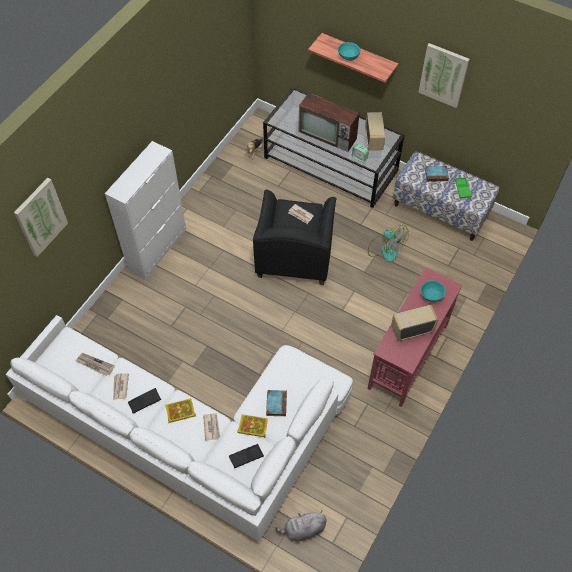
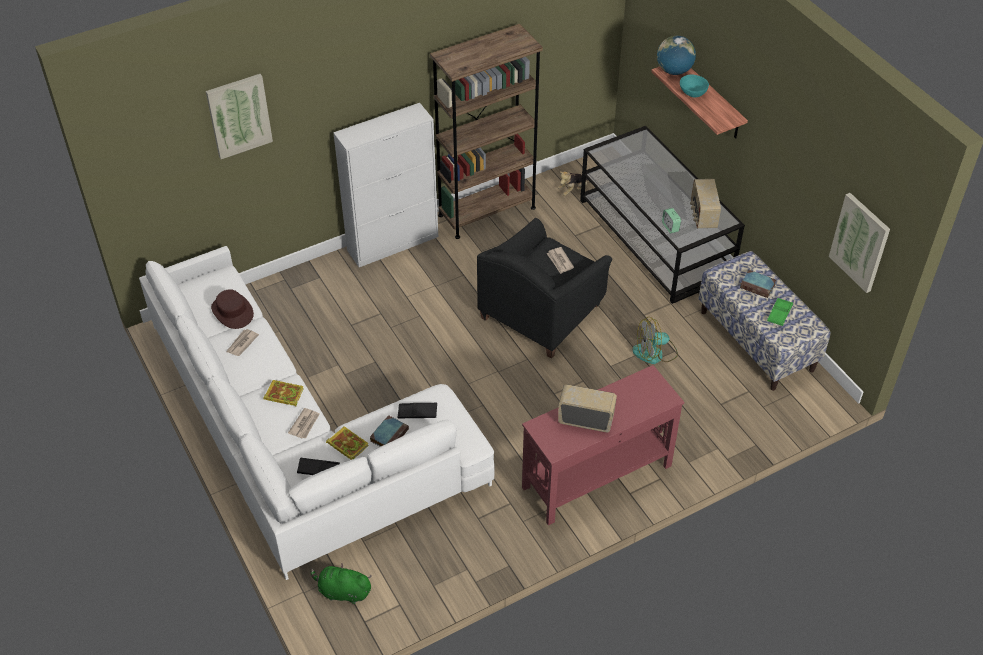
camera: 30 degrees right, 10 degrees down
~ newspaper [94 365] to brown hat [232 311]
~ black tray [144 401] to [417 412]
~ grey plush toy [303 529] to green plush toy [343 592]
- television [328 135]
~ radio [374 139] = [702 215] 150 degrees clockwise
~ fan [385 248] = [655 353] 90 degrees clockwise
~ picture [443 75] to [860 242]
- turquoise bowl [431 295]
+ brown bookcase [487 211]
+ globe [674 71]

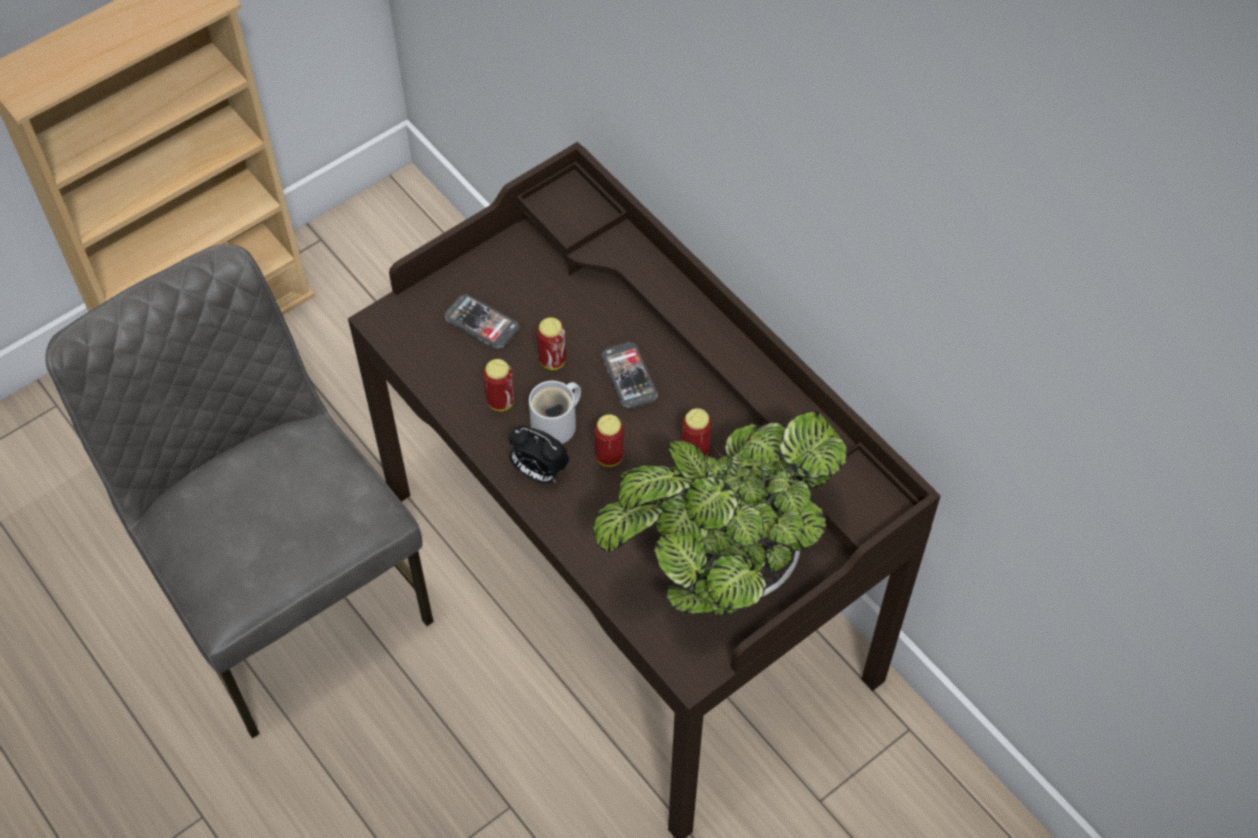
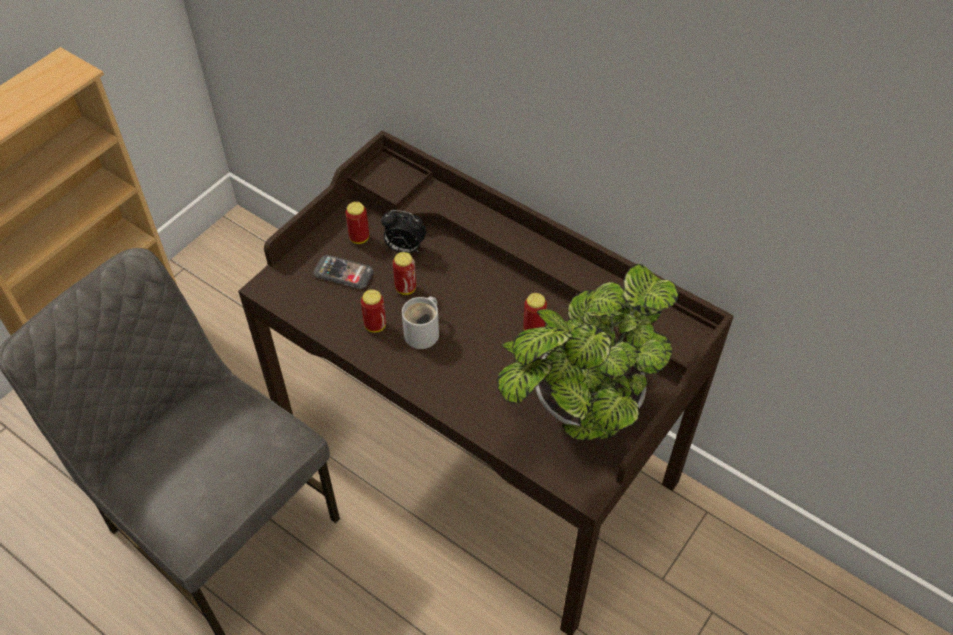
camera: 15 degrees left, 5 degrees down
~ alarm clock [538 472] to [404 249]
~ can [609 456] to [359 238]
- phone [629 377]

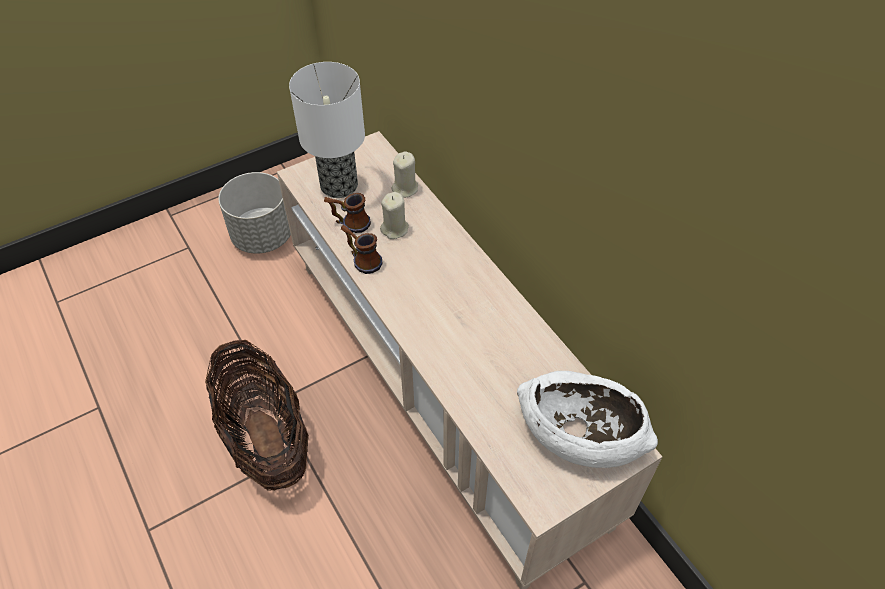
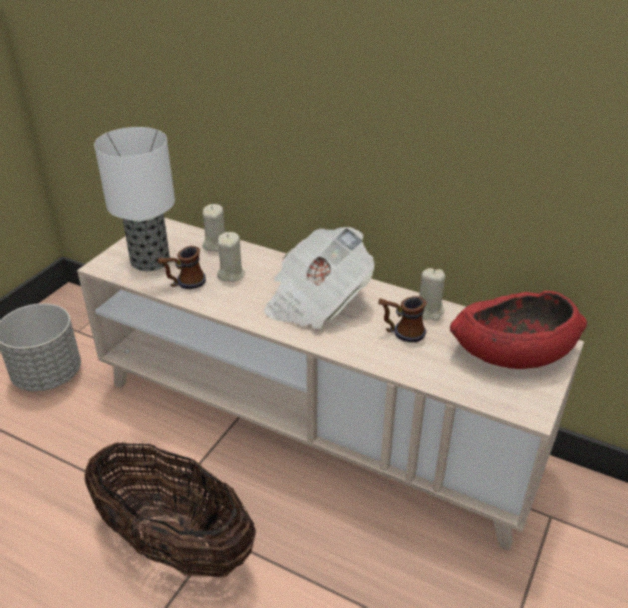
camera: 30 degrees left, 15 degrees down
~ mug [362 259] to [401 332]
~ white bowl [579 433] to red bowl [512 351]
+ newspaper [316 301]
+ beige candle [429 311]

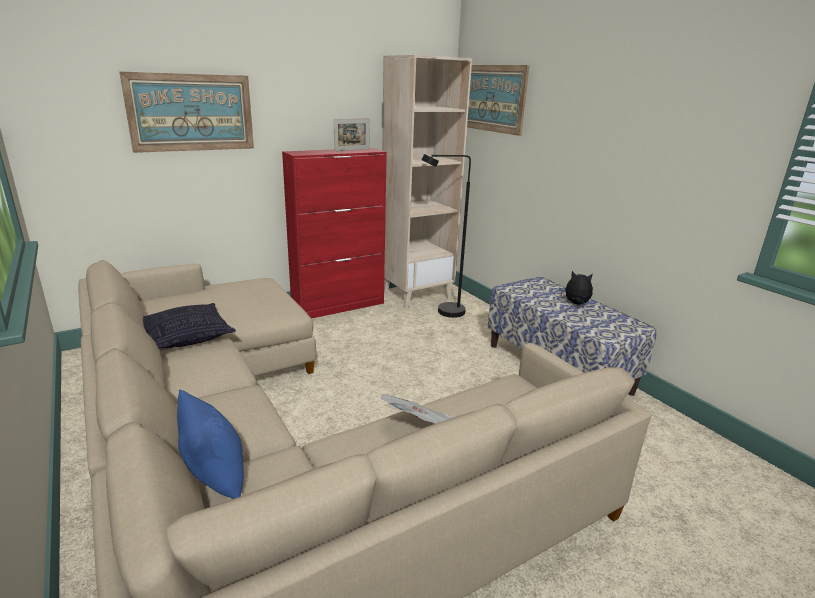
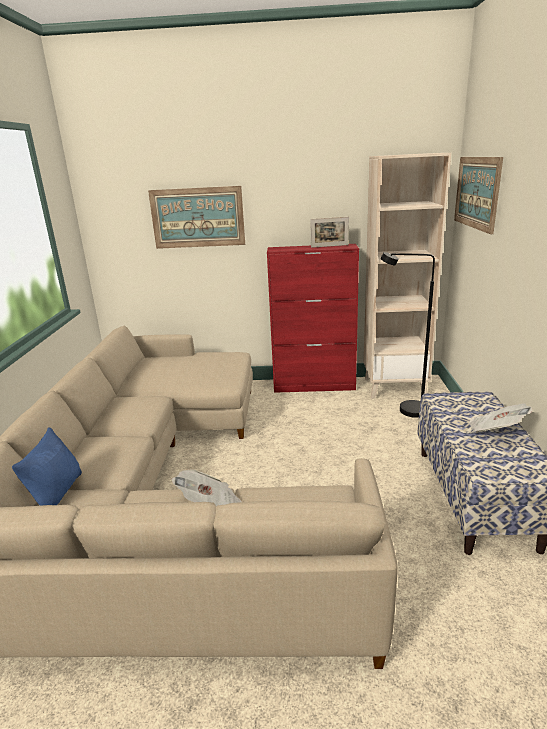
camera: 35 degrees right, 0 degrees up
- pillow [187 337]
~ plush toy [576 304] to newspaper [495 430]

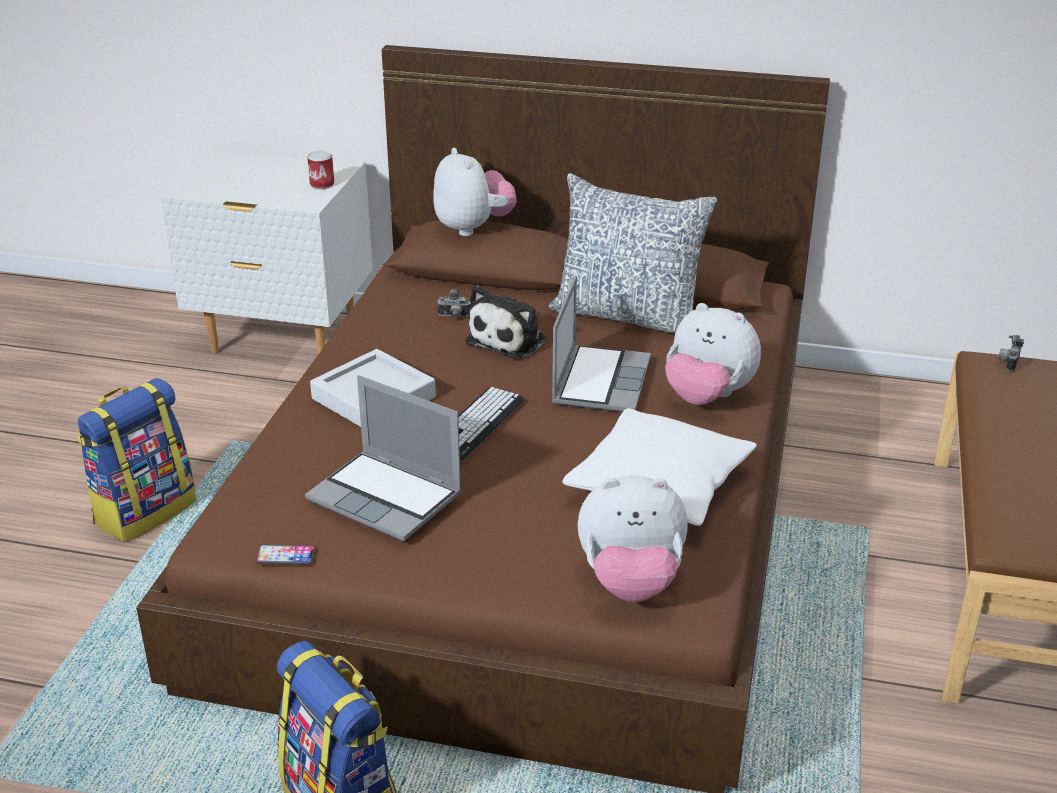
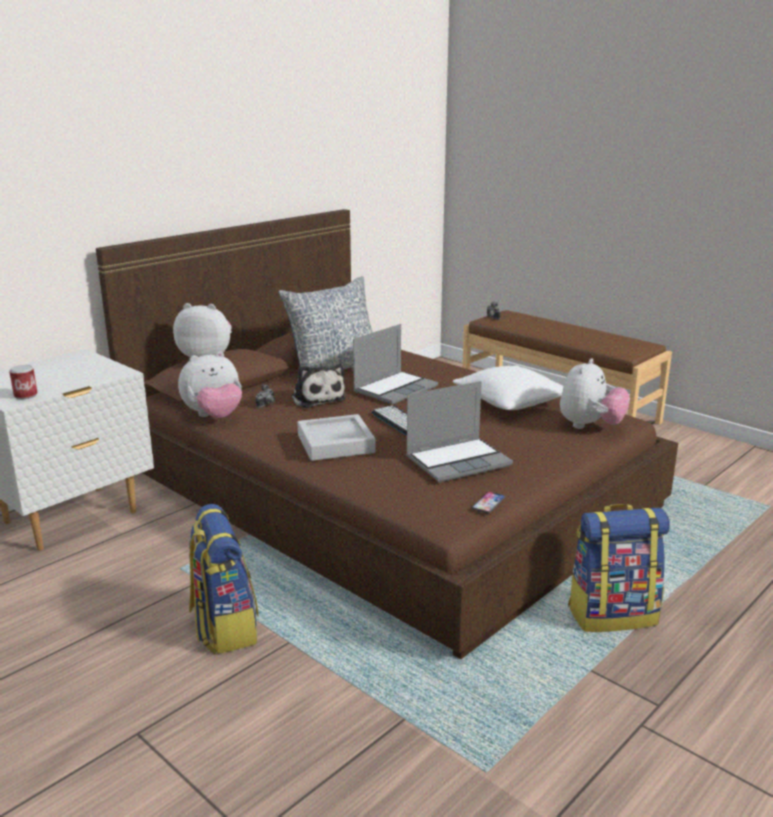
camera: 60 degrees left, 10 degrees down
~ can [322 184] to [25 395]
~ laptop [600 381] = [395 389] 90 degrees clockwise
~ plush toy [707 397] to [214 416]

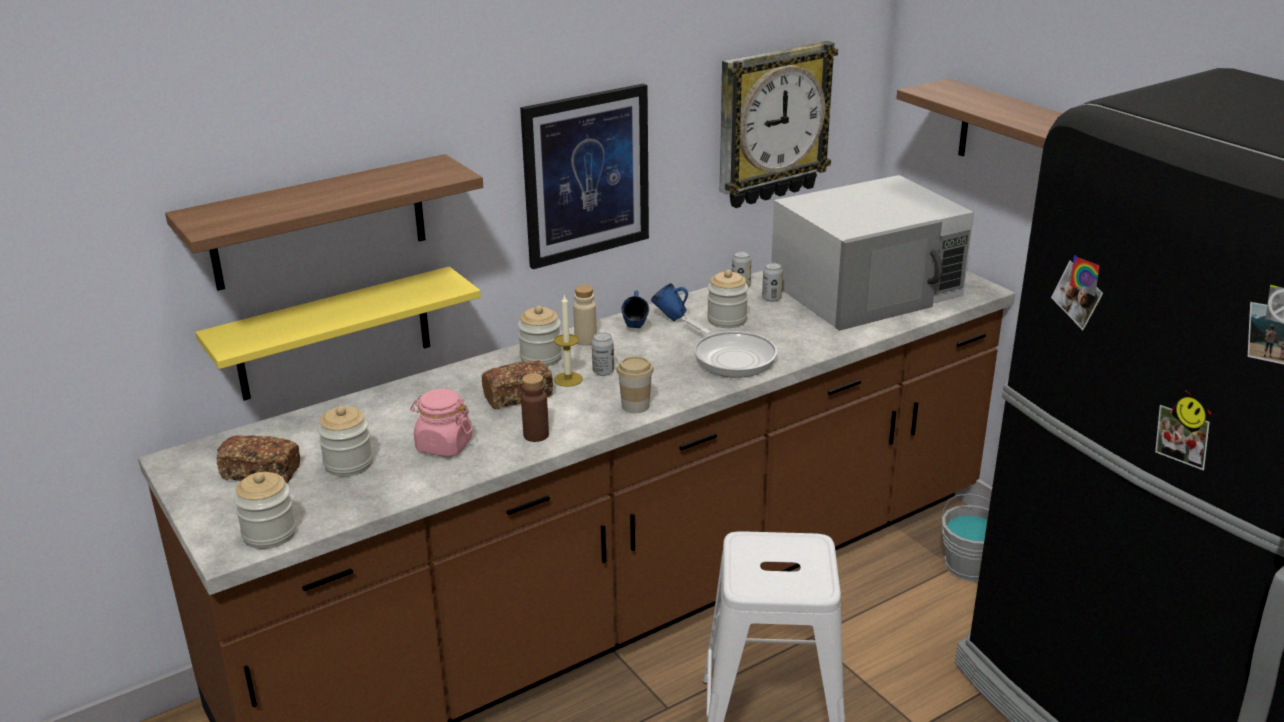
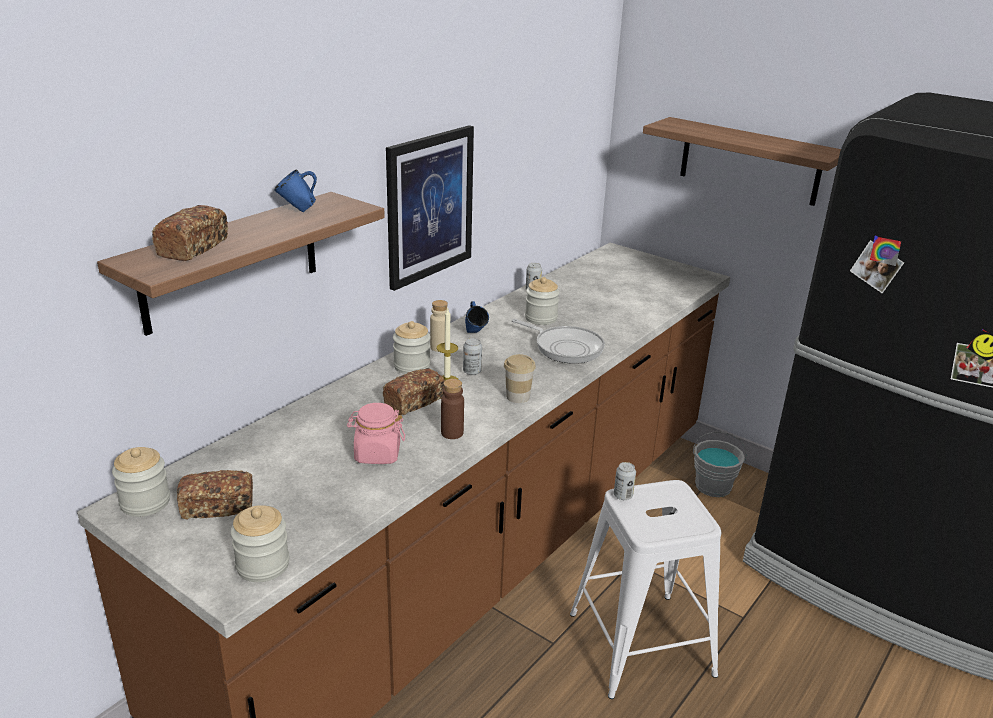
camera: 20 degrees left, 0 degrees up
- yellow shelf [334 334]
~ jar [348 464] to [145 502]
~ blue mug [669 318] to [297 210]
- wall clock [772 124]
~ can [771 298] to [623 496]
- white microwave [867 289]
+ bread [193 248]

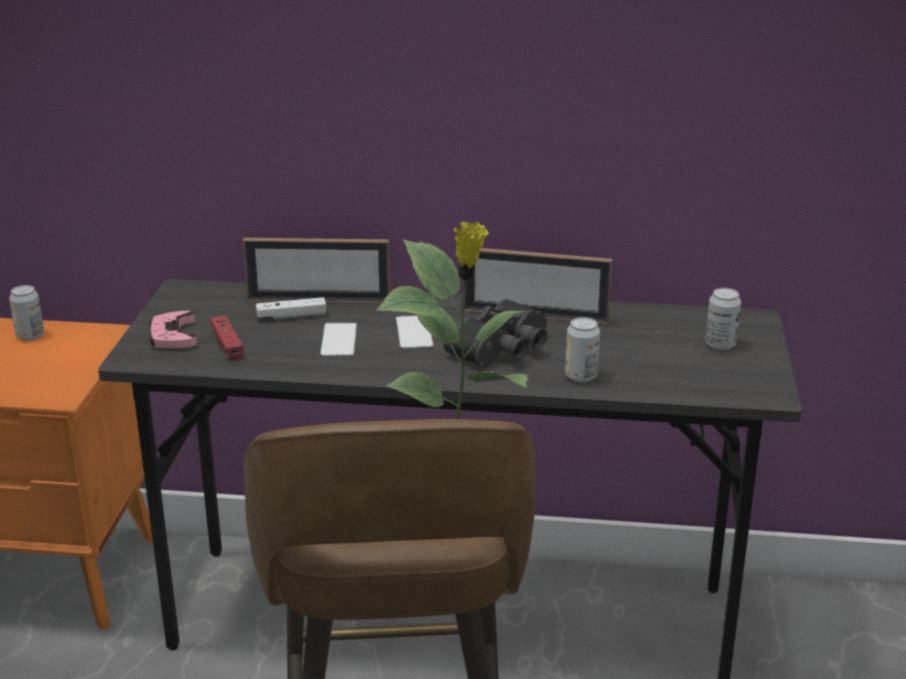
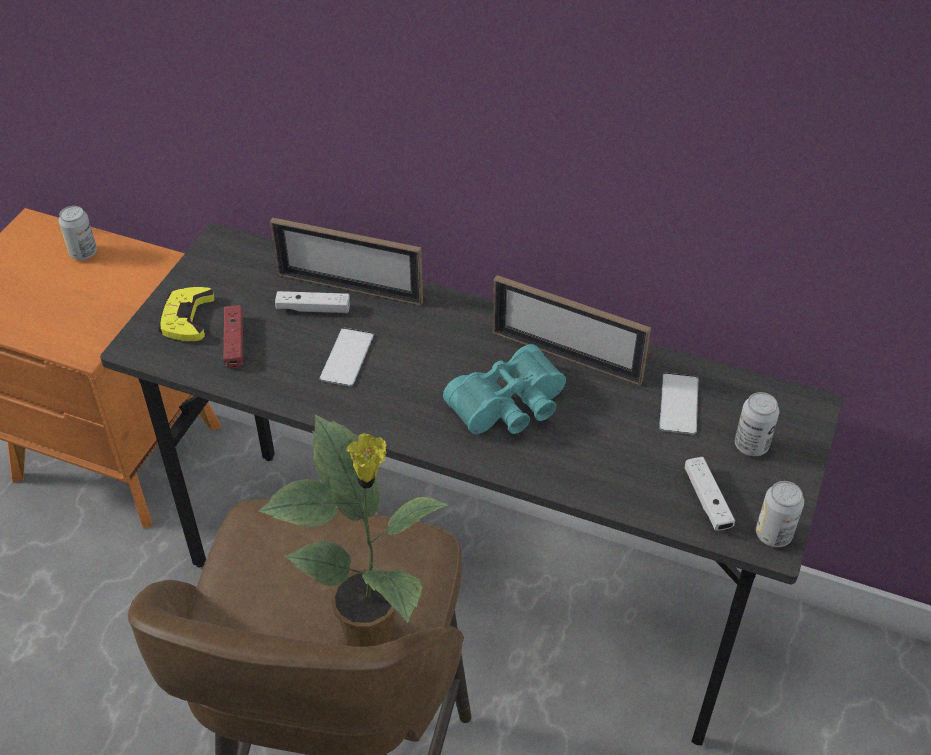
camera: 15 degrees right, 20 degrees up
~ pink game controller [173 336] to yellow game controller [187 318]
~ phone [414 332] to [678 404]
~ black binoculars [504 350] to turquoise binoculars [511 407]
~ can [581 376] to [773 534]
+ white game controller [707 500]

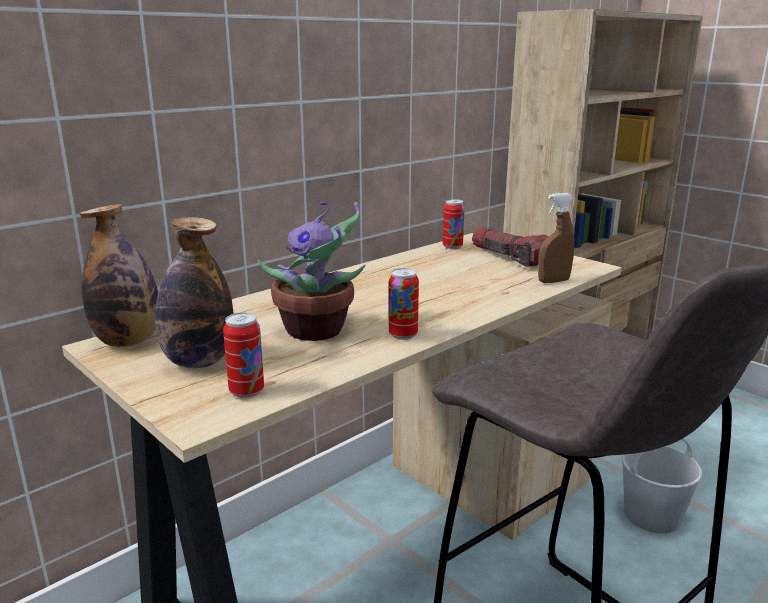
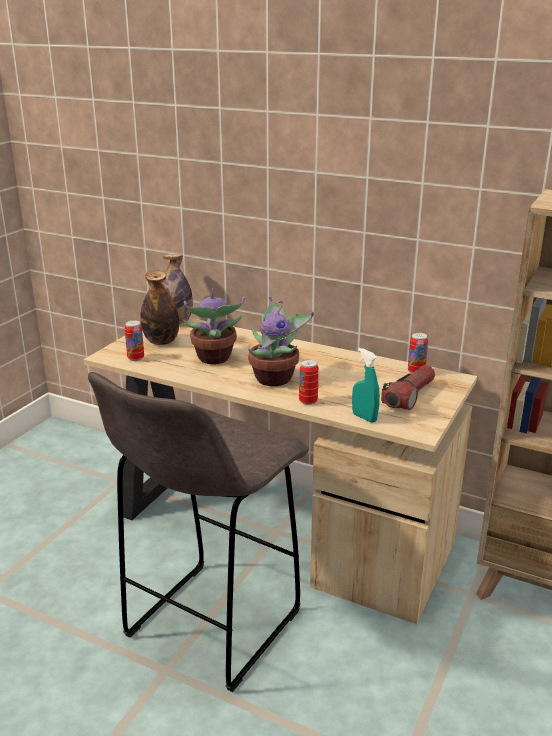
camera: 70 degrees right, 5 degrees up
~ can [403 335] to [308 401]
~ brown spray bottle [553 281] to turquoise spray bottle [364 418]
- white bucket [652 514]
+ potted plant [276 378]

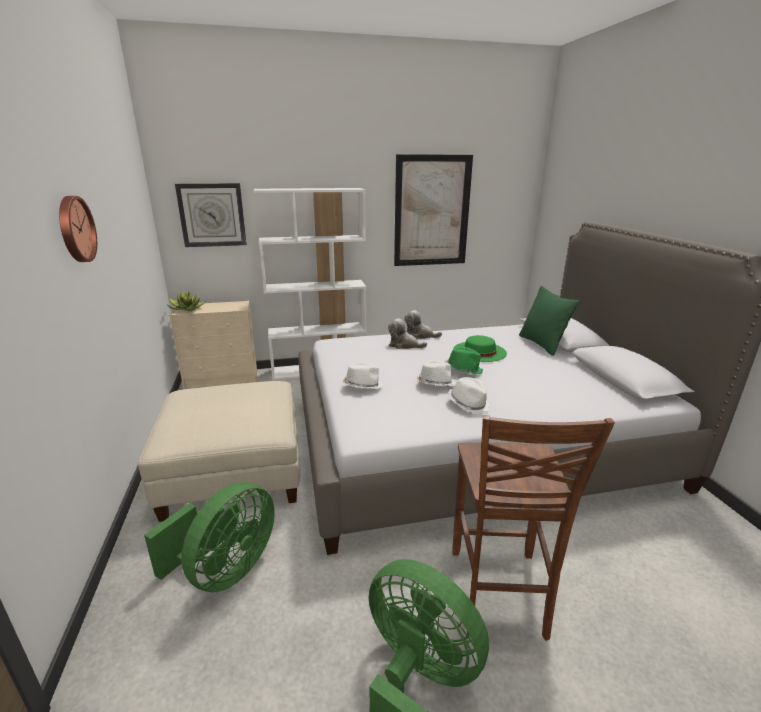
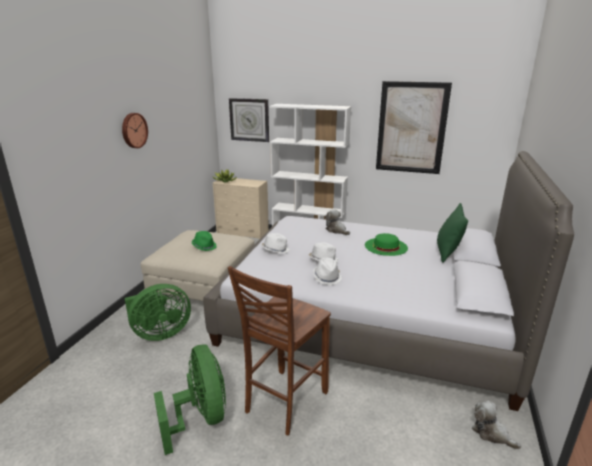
camera: 30 degrees right, 0 degrees up
~ plush toy [420 335] to [491 433]
~ green hat [463 370] to [204 246]

